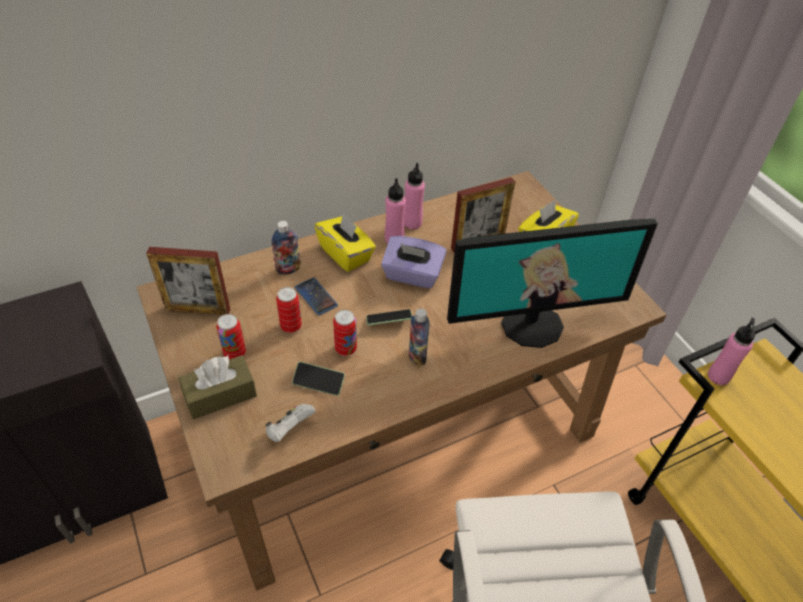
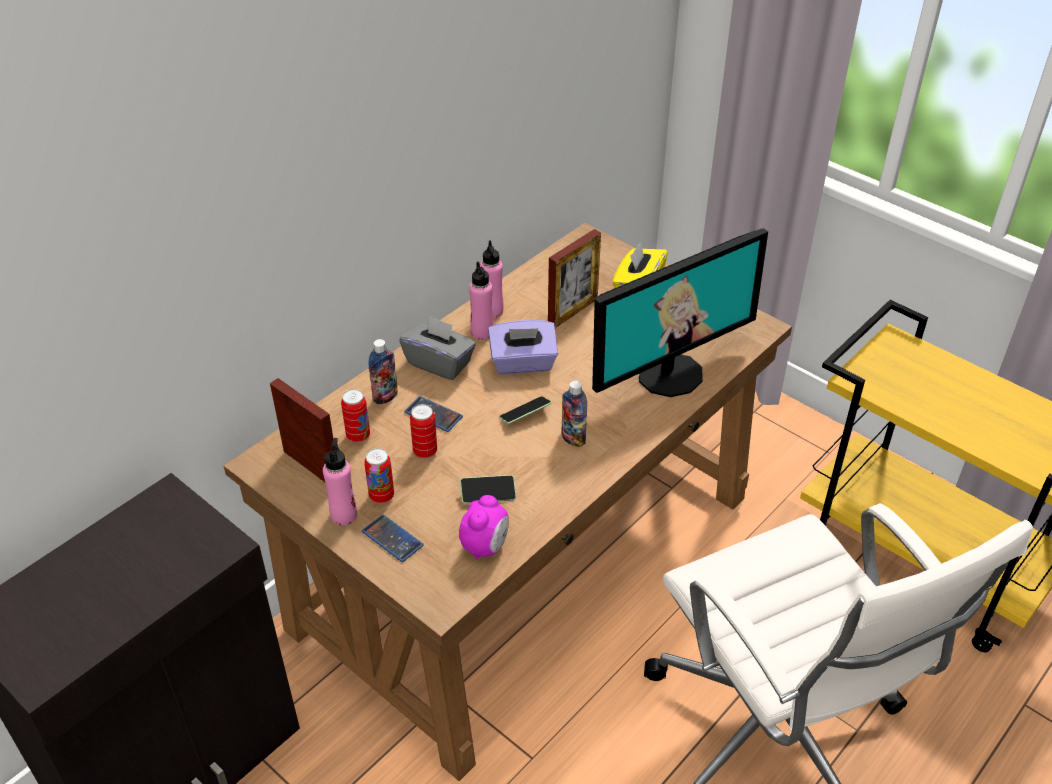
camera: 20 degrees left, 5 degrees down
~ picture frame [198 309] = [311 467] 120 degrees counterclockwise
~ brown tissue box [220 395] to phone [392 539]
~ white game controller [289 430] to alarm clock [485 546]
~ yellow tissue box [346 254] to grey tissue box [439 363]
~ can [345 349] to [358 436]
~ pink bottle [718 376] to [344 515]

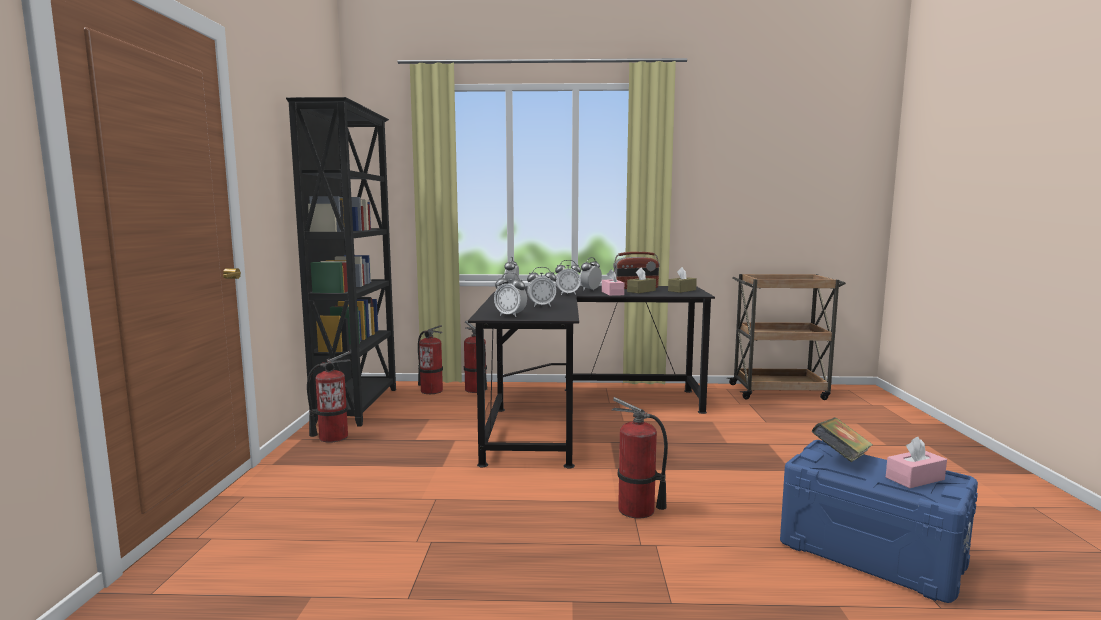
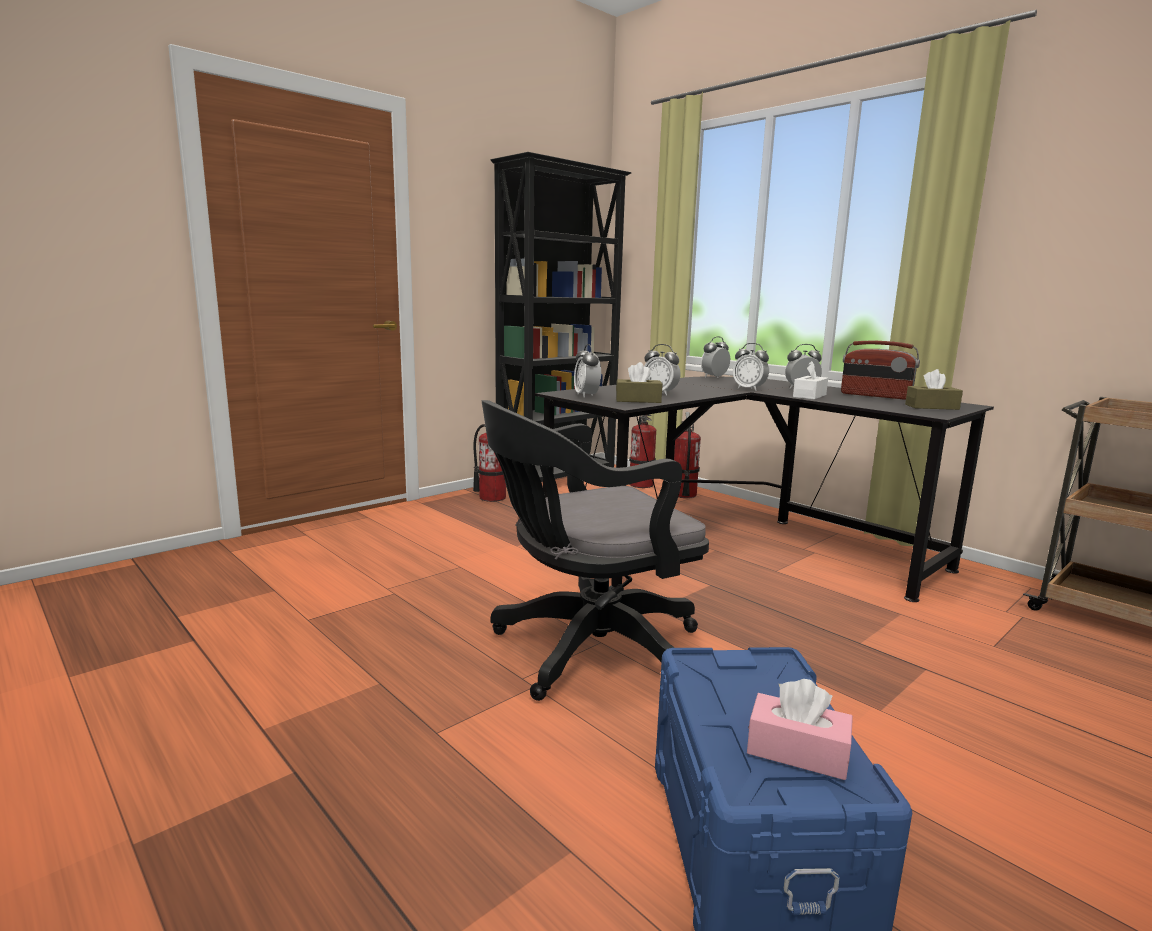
camera: 45 degrees right, 5 degrees up
~ pink tissue box [612 293] to white tissue box [809 396]
~ fire extinguisher [636 510] to black office chair [587 651]
~ brown tissue box [641 291] to [638 400]
- book [841 458]

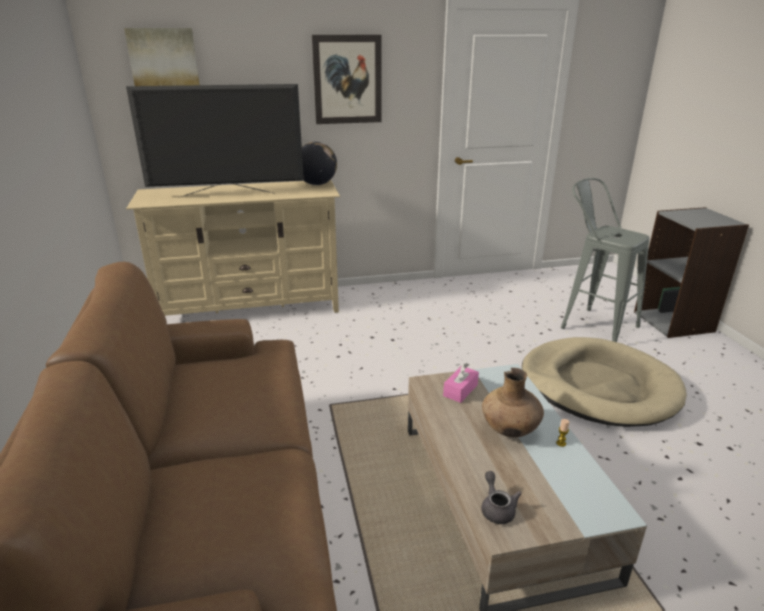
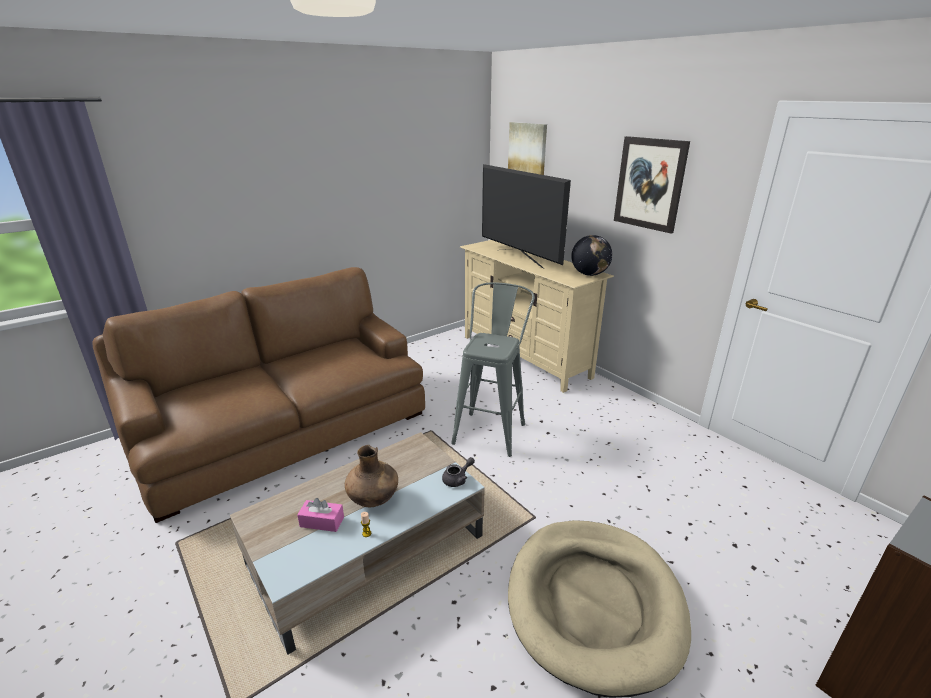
camera: 65 degrees right, 0 degrees up
~ pink tissue box [460 390] to [322 522]
~ grey teapot [497 508] to [458 479]
~ grey stool [592 324] to [492 429]

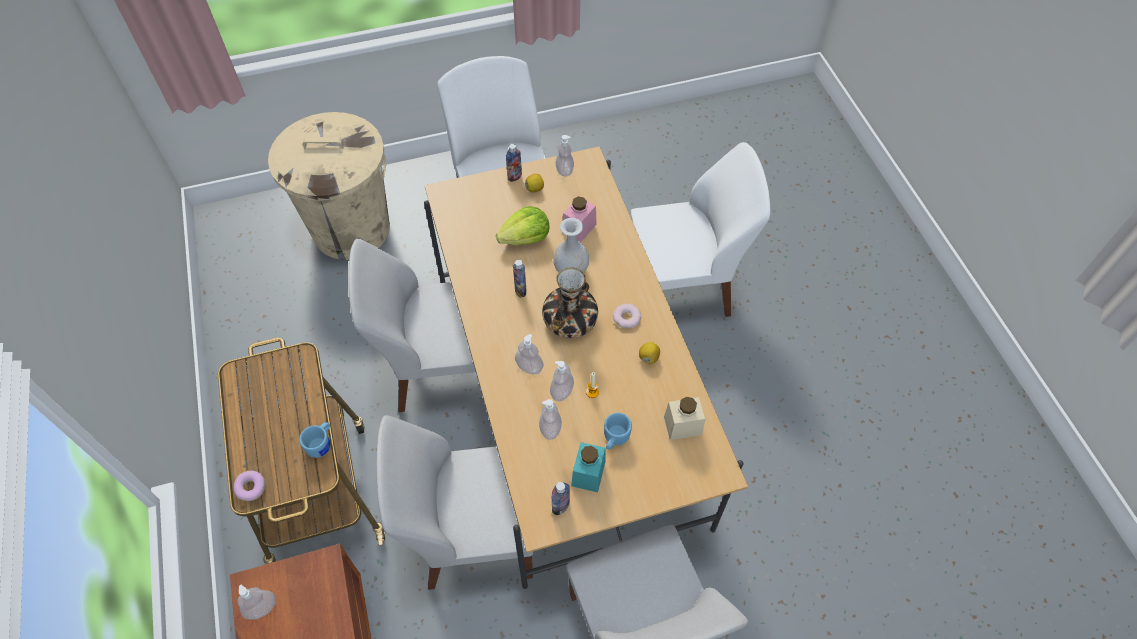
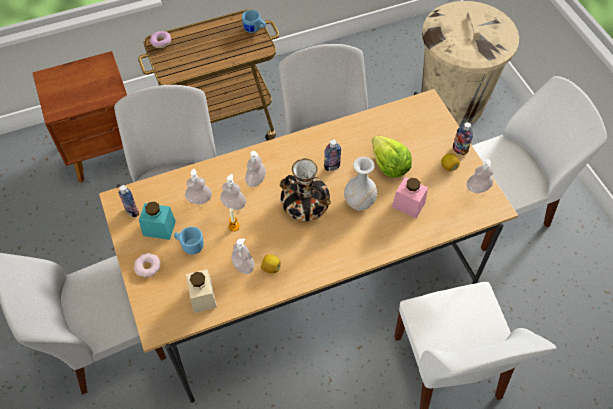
camera: 85 degrees right, 0 degrees up
~ soap dispenser [261 608] to [243 266]
~ blue mug [321 444] to [254 29]
~ donut [627 318] to [147 267]

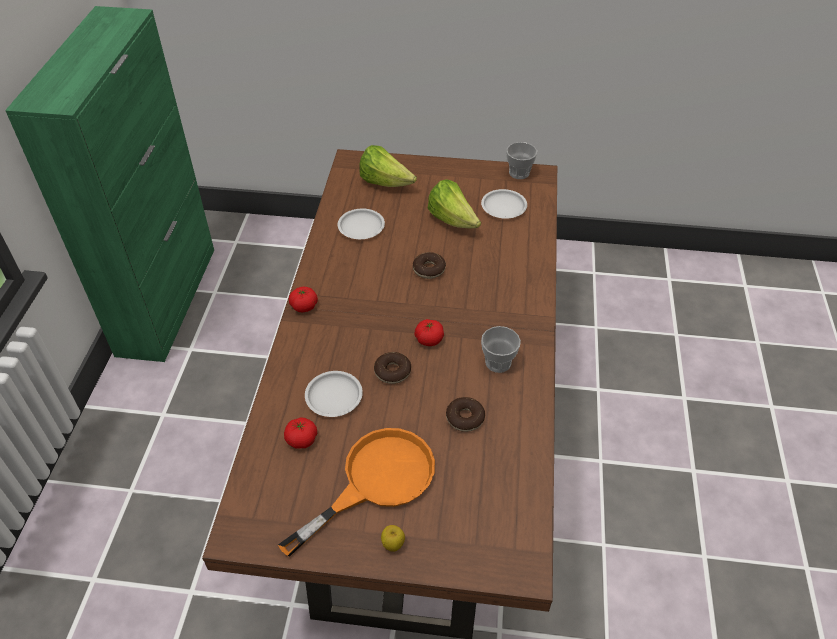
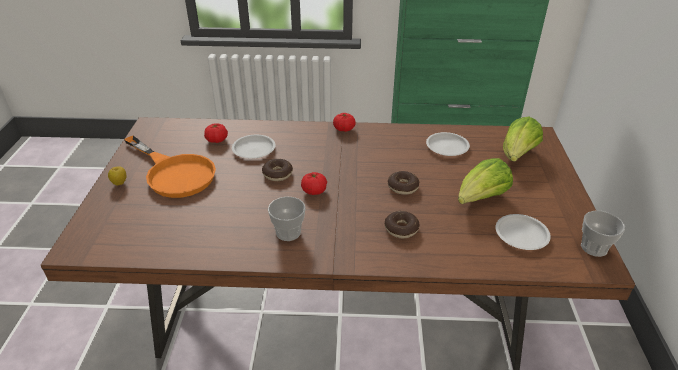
camera: 85 degrees right, 10 degrees down
~ donut [465 418] to [401 229]

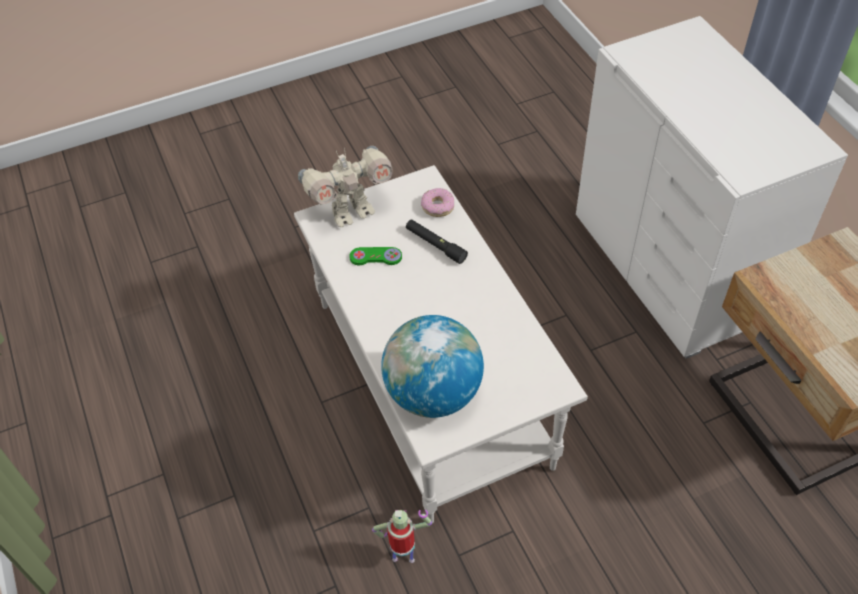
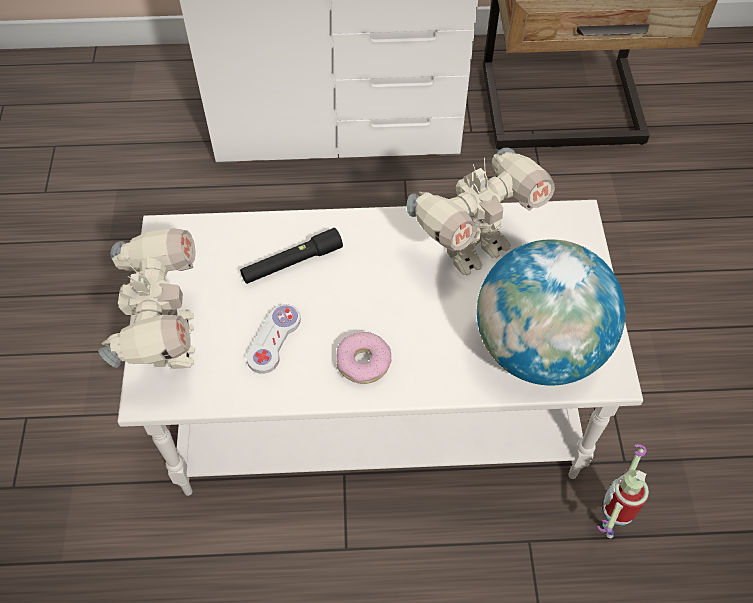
camera: 70 degrees left, 5 degrees up
~ green game controller [375 257] to white game controller [274 339]
~ donut [438 206] to [363 362]
+ toy robot [473 249]

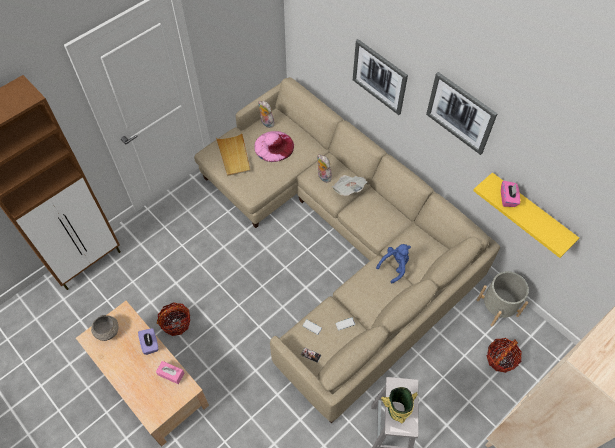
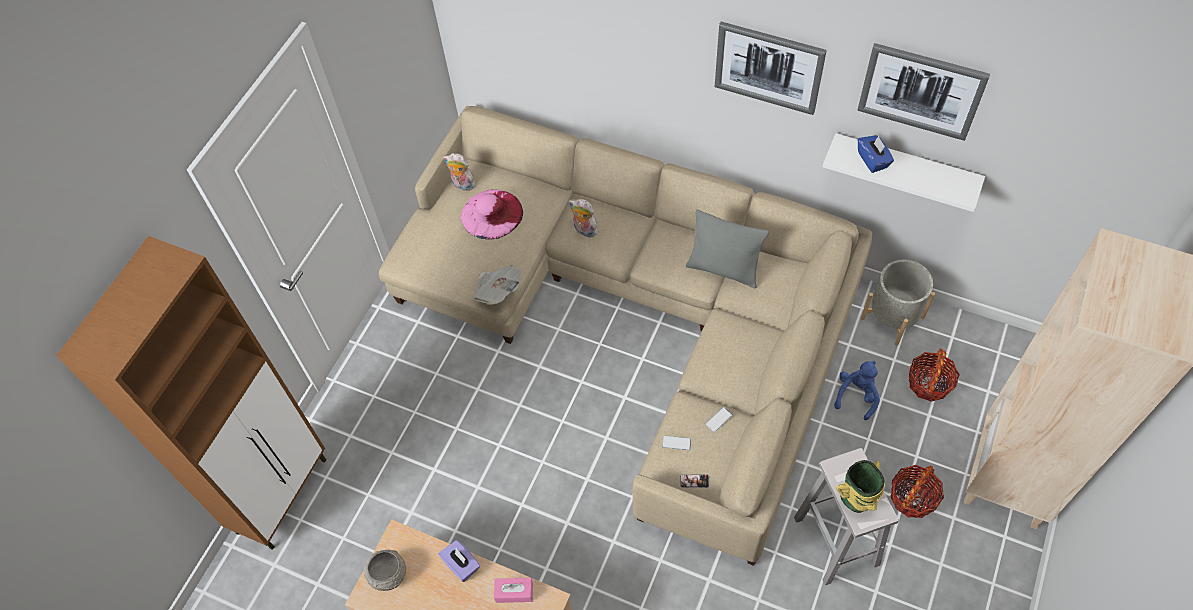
camera: 20 degrees left, 0 degrees up
~ basket [176 323] to [912 497]
- beige tray [234 156]
~ newspaper [348 189] to [497 291]
~ picture [379 76] to [921 91]
~ blue plush toy [394 266] to [856 395]
~ yellow shelf [529 212] to white shelf [904 168]
~ pink tissue box [508 198] to blue tissue box [873 160]
+ grey pillow [723 269]

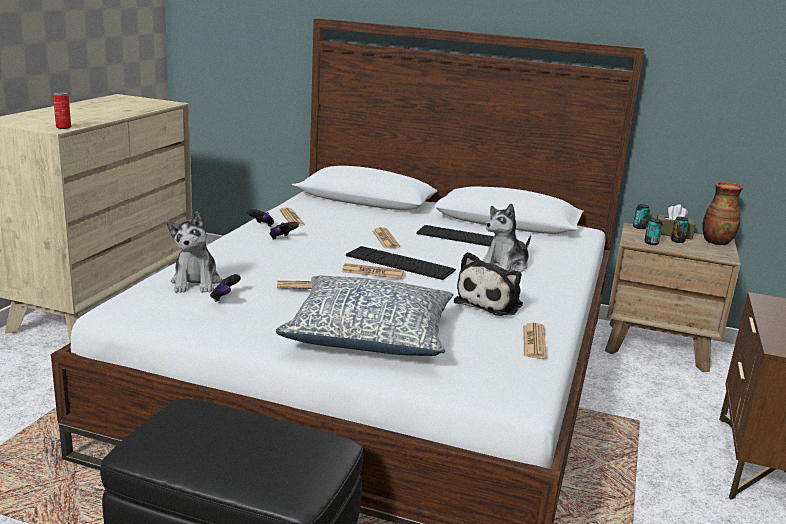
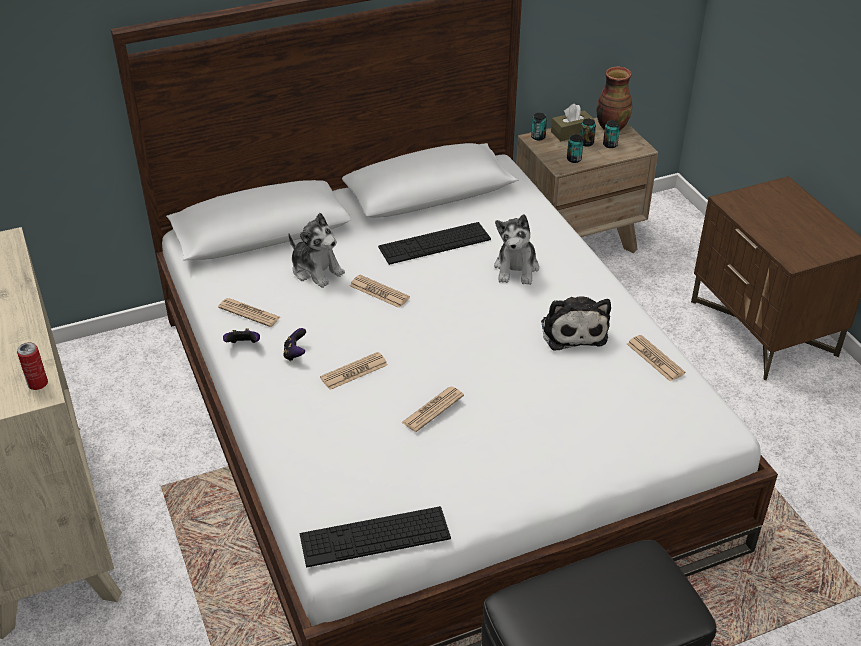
camera: 40 degrees left, 20 degrees up
~ plush toy [196 282] to [316 270]
- game controller [224 298]
- pillow [370 335]
~ newspaper [373 272] to [354 371]
~ keyboard [399 263] to [375 536]
+ can [610 145]

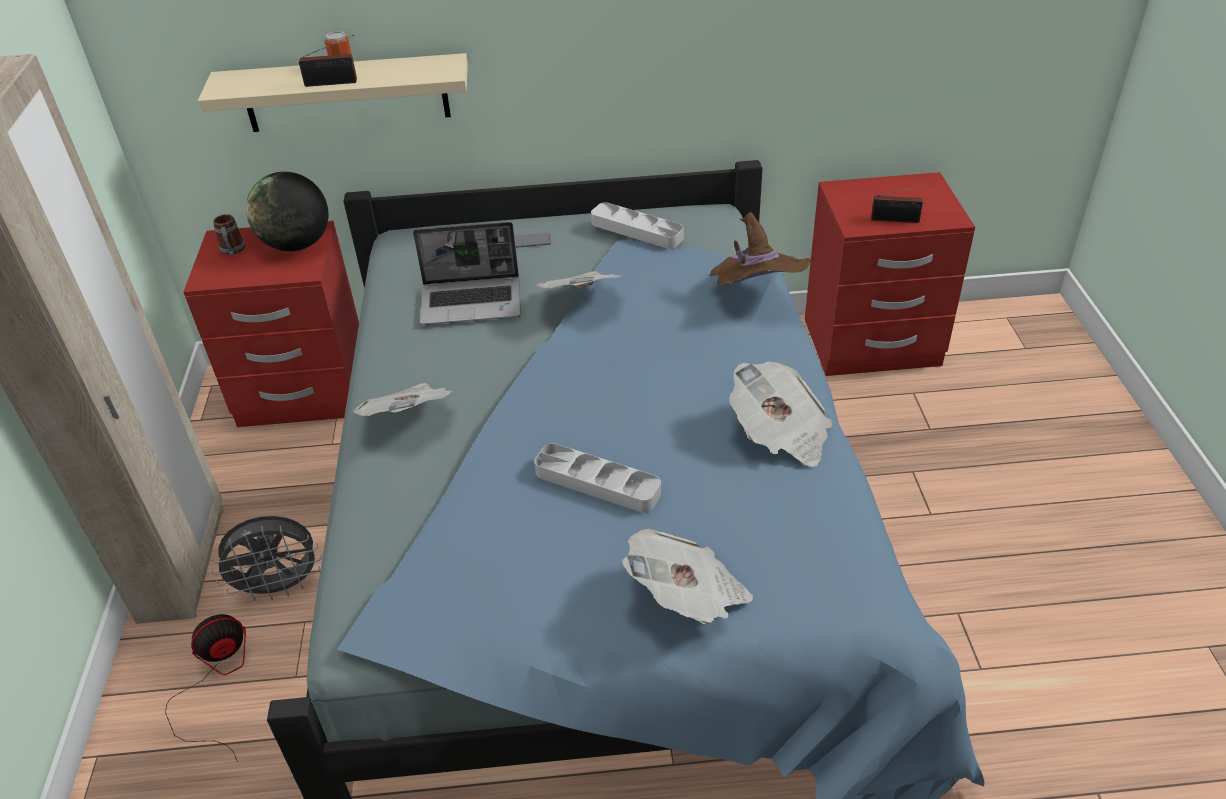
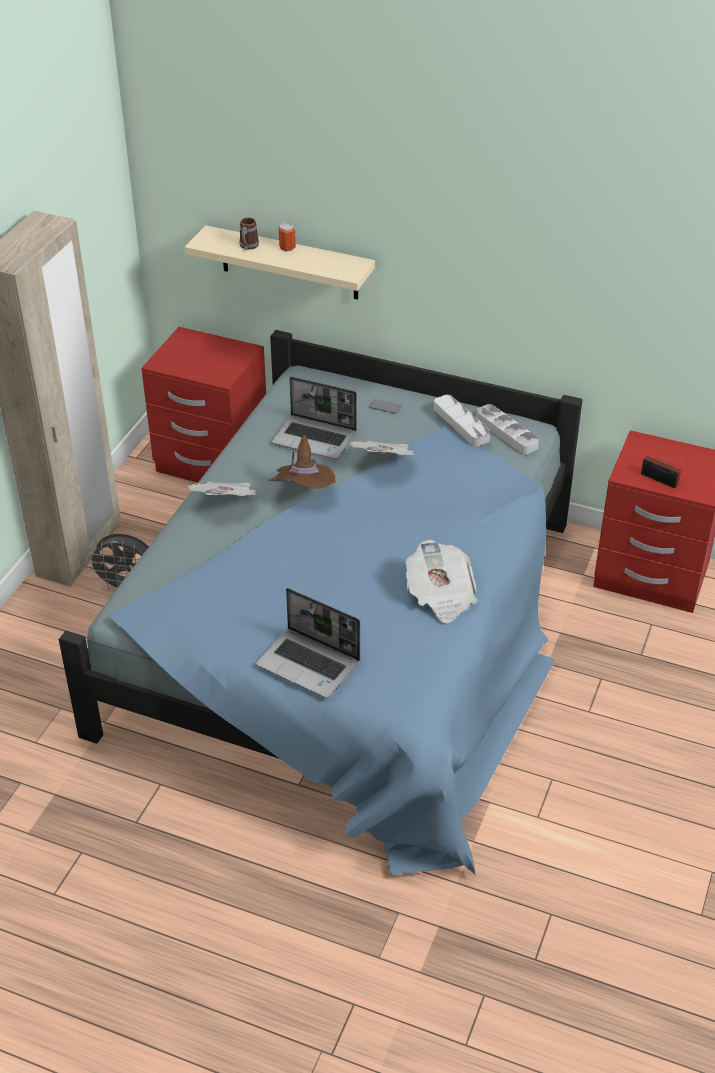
camera: 25 degrees right, 0 degrees up
- fan [216 681]
~ mug [232 251] to [248 247]
- globe [297 245]
- radio [334 83]
~ grey tray [597 483] to [506 433]
~ newspaper [688 597] to laptop [310 664]
~ brown hat [755 294] to [304 495]

